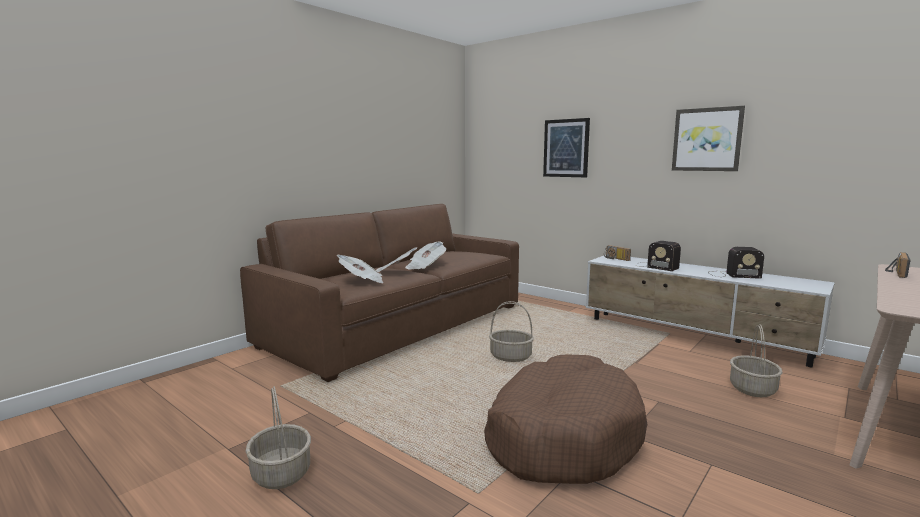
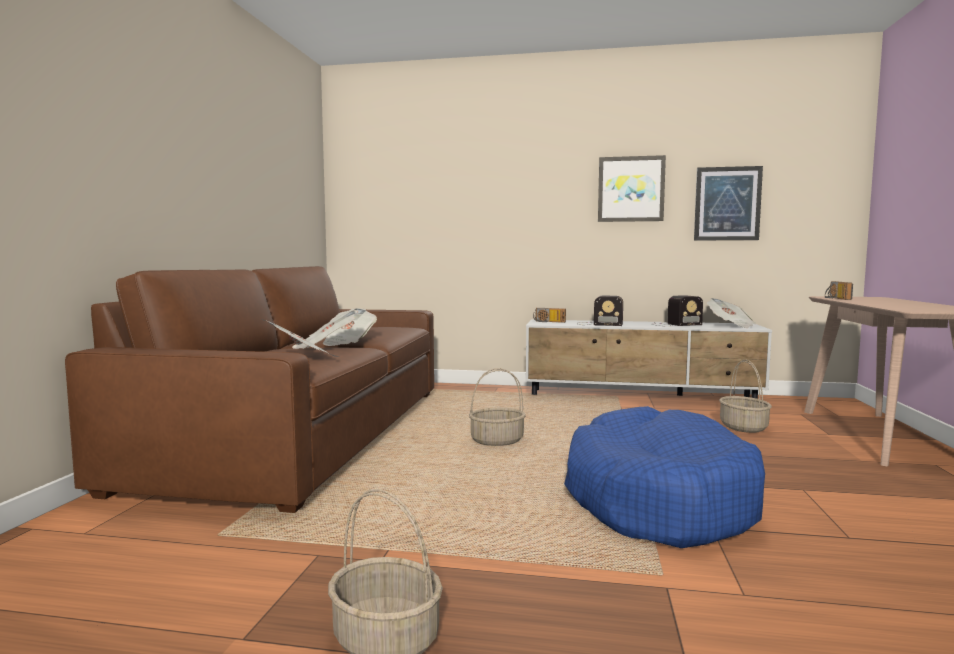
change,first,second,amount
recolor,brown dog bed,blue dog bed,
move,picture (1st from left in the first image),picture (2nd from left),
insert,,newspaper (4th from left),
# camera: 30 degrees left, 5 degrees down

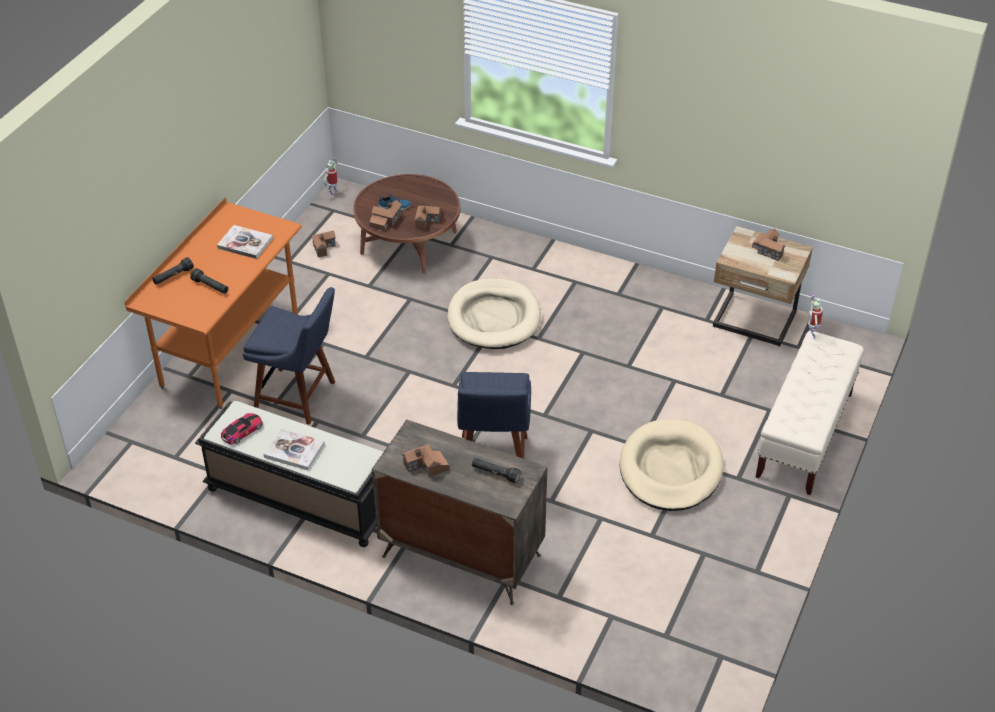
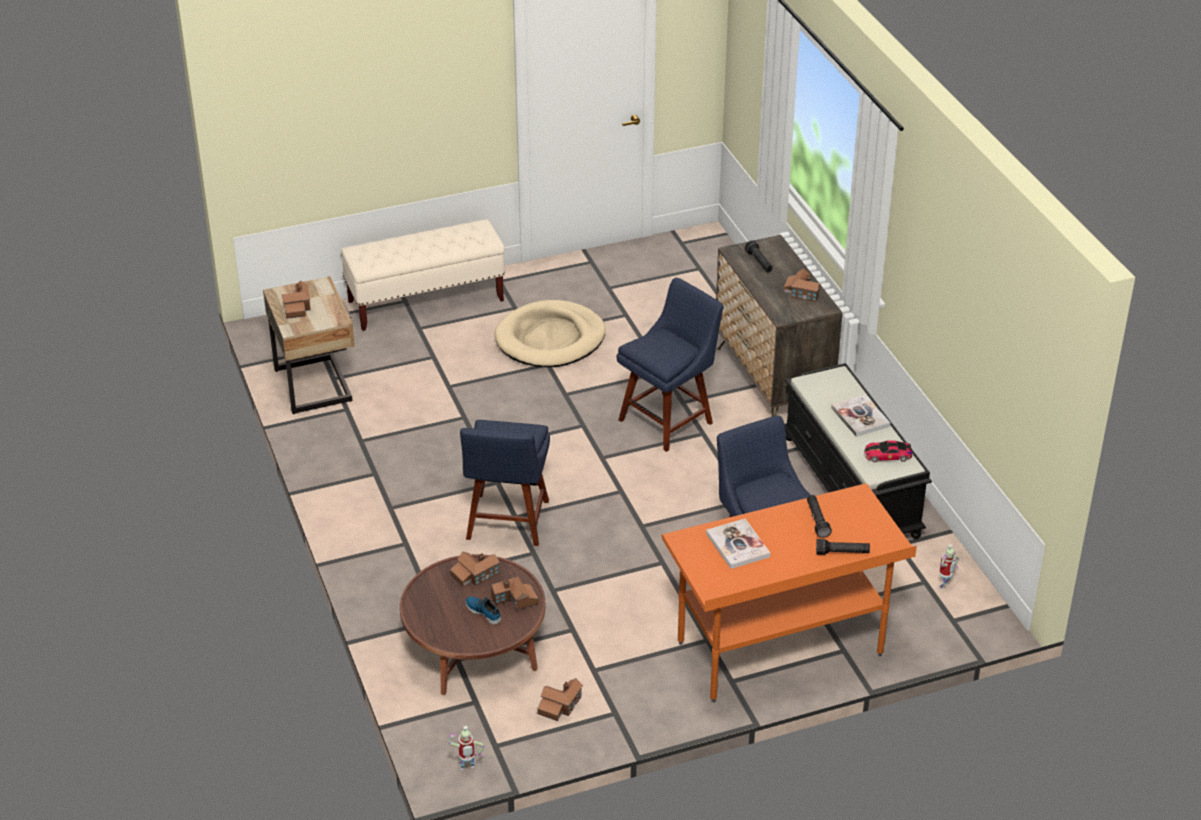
change,first,second,amount
replace,beige dog bed (1st from left),blue chair (1st from left),
move,toy robot (2nd from left),,
# camera: 135 degrees left, 5 degrees down

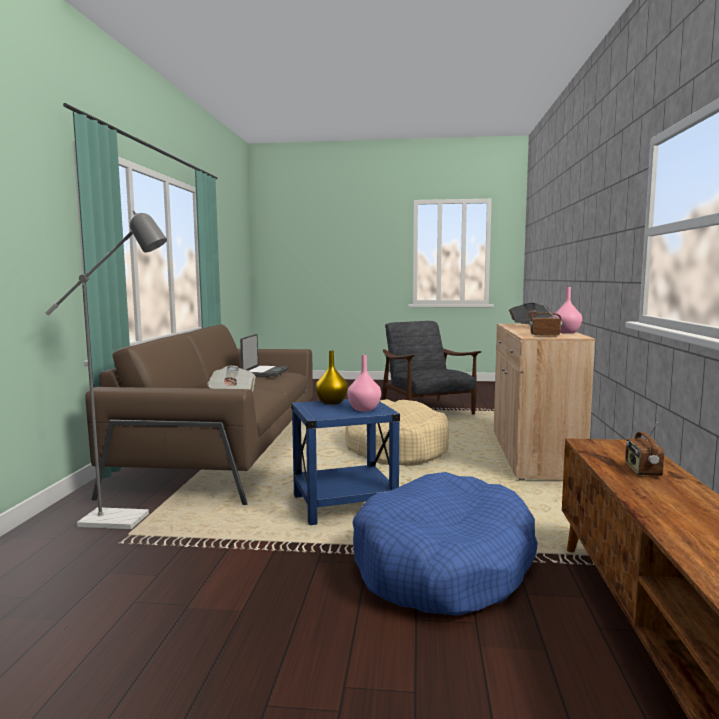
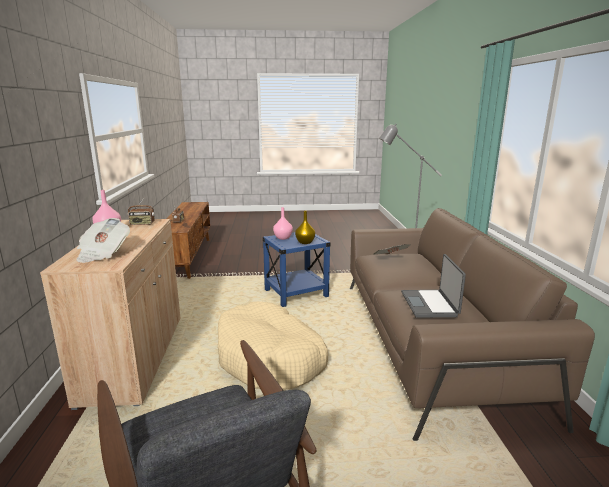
change,first,second,amount
delete,blue dog bed,,
# camera: 170 degrees right, 10 degrees up

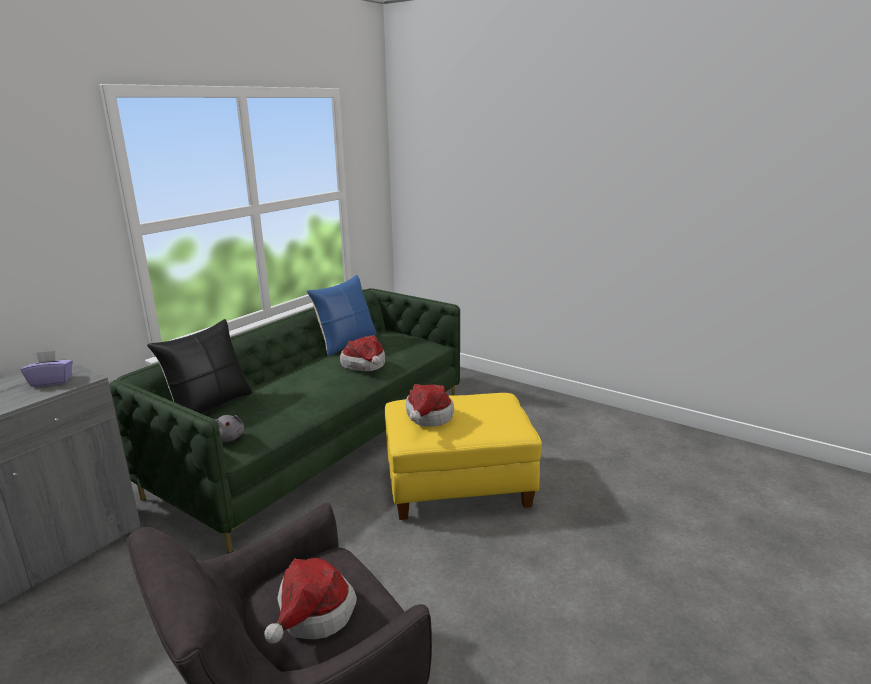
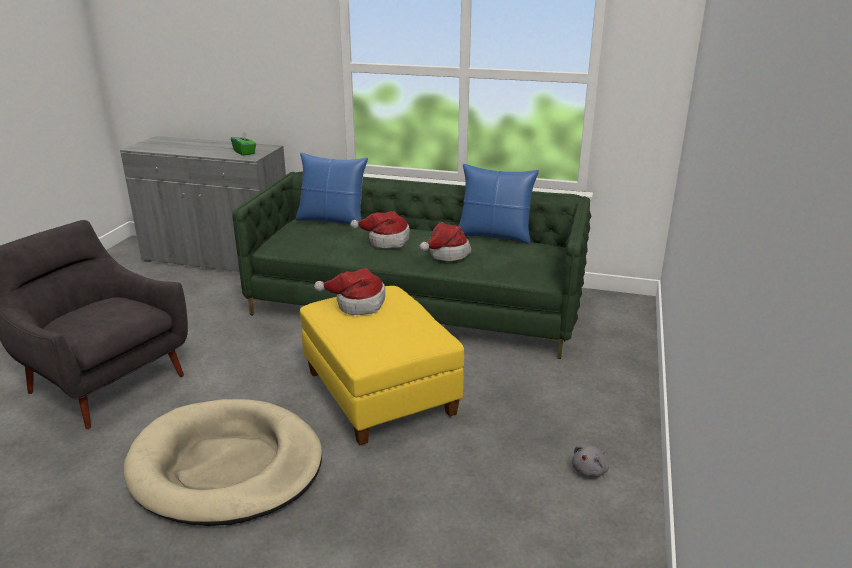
change,first,second,amount
insert,,beige dog bed,
recolor,purple tissue box,green tissue box,
recolor,black pillow,blue pillow (1st from left),
move,hat (1st from left in the first image),hat (2nd from left),
move,grey plush toy,,
# camera: 70 degrees right, 5 degrees up

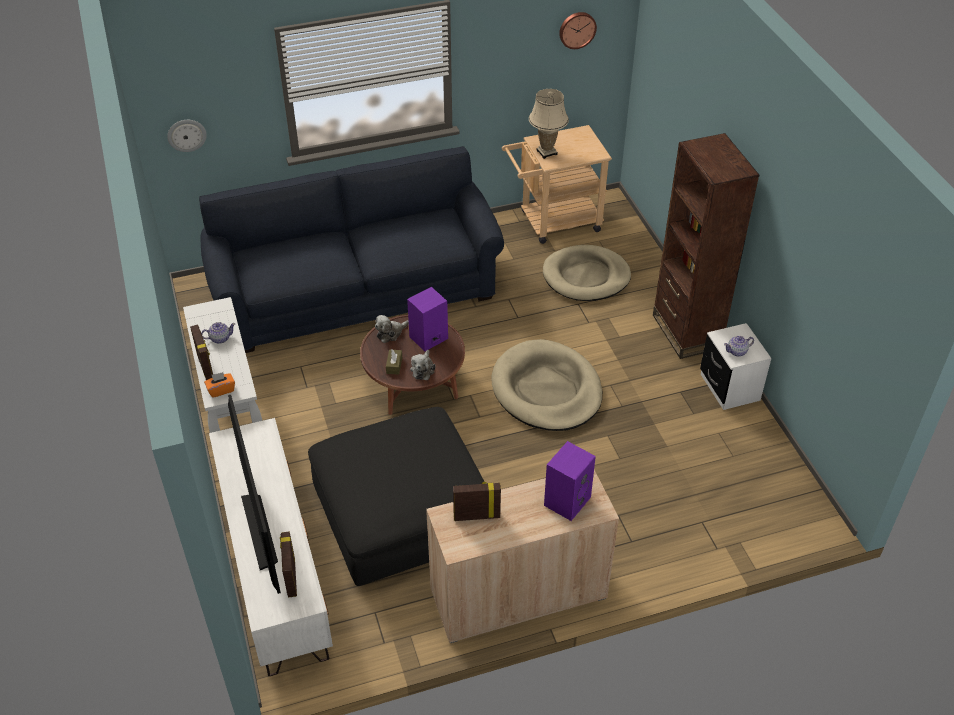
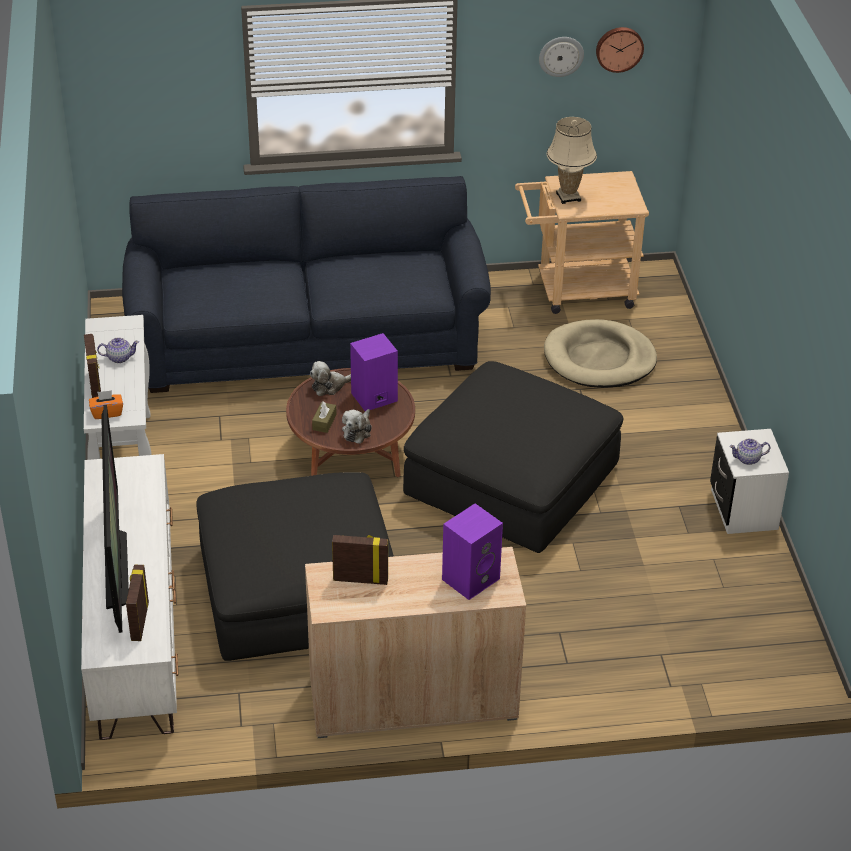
change,first,second,amount
replace,beige dog bed (1st from left),black ottoman (2nd from left),
move,wall clock (1st from left),,
delete,brown bookcase,,
# camera: 10 degrees right, 5 degrees down

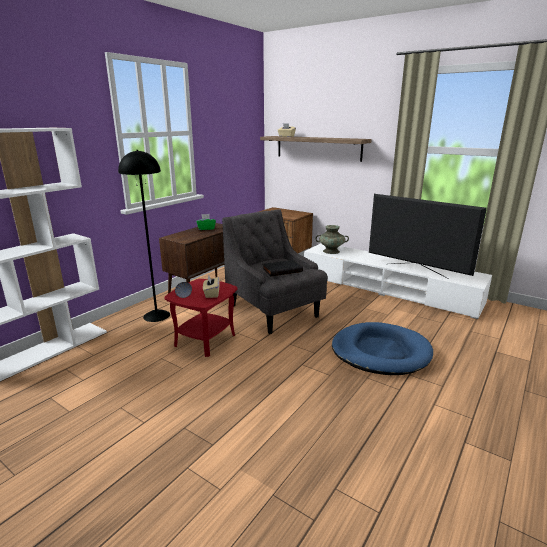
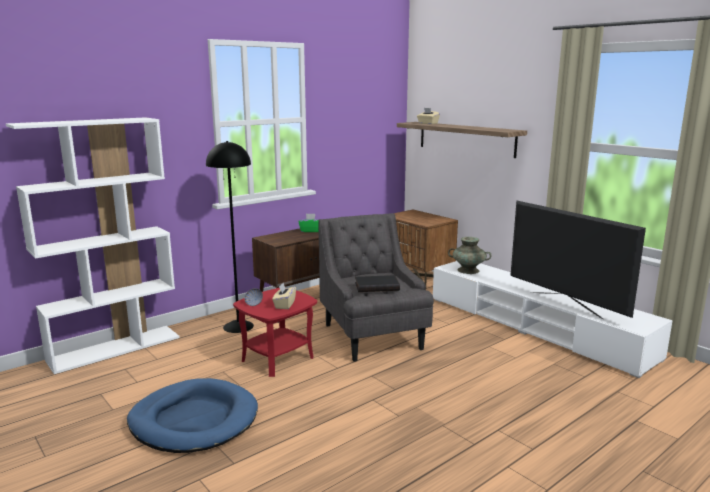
change,first,second,amount
move,blue dog bed,,
# camera: 15 degrees right, 5 degrees down

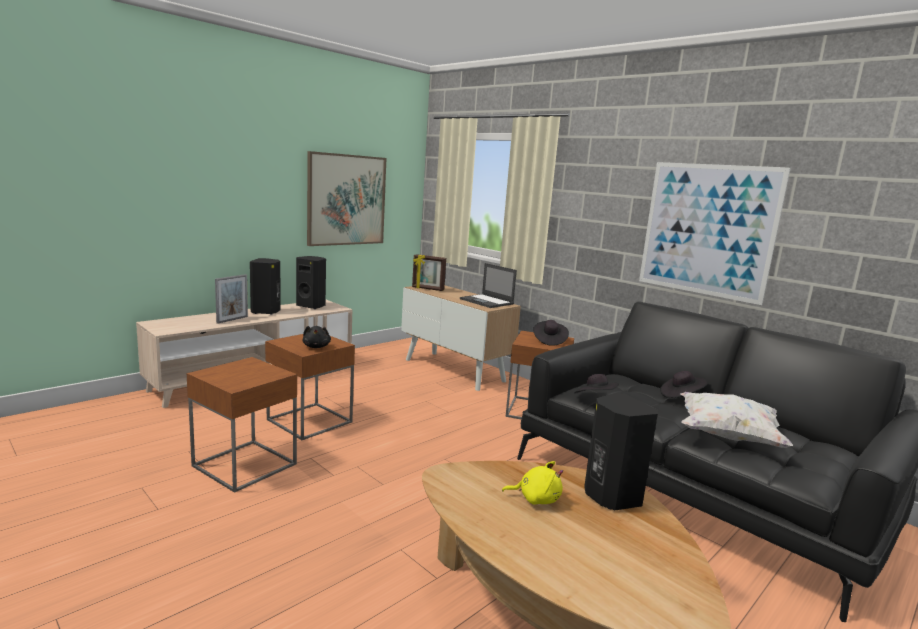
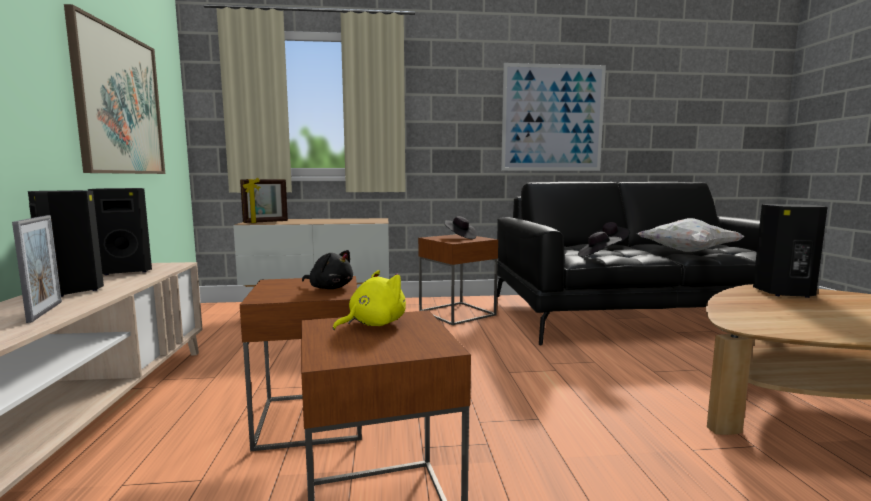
change,first,second,amount
move,yellow plush toy,,
delete,laptop,,
# camera: 50 degrees left, 5 degrees down

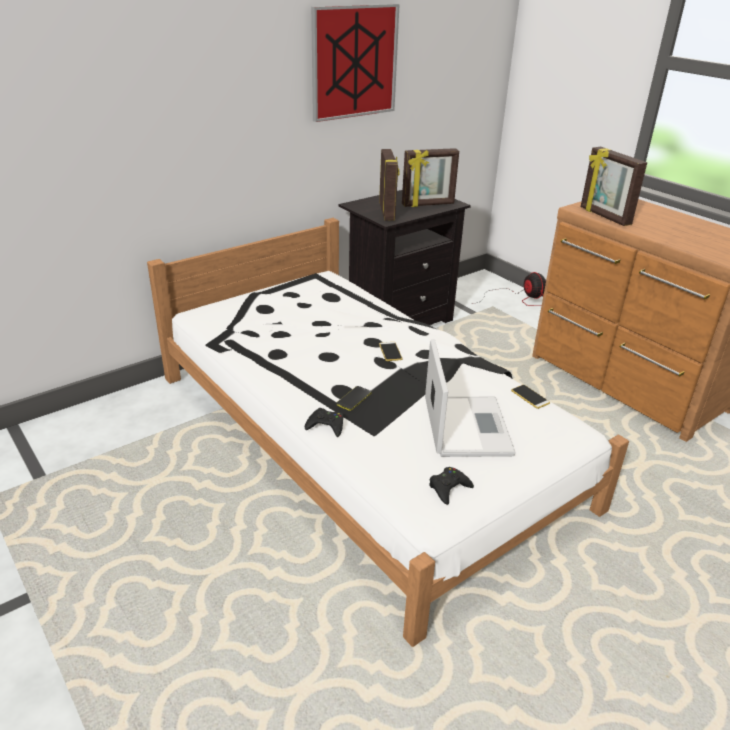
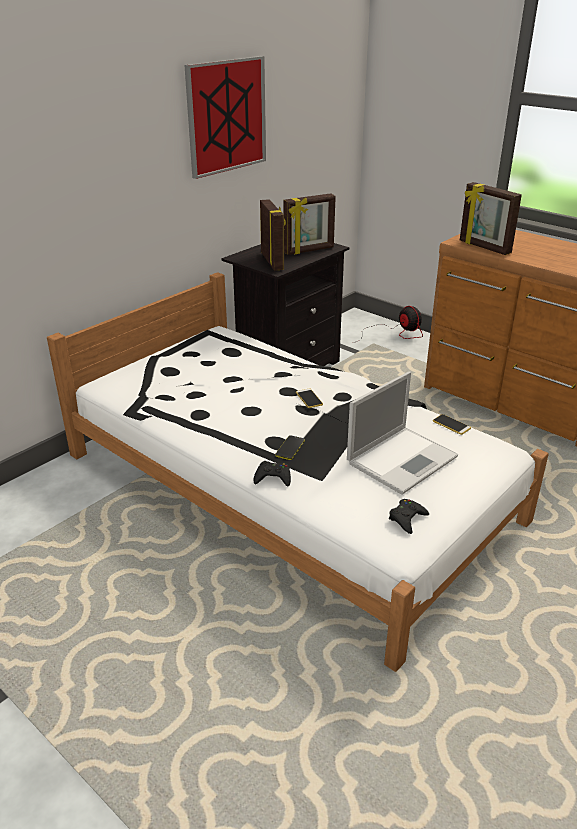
change,first,second,amount
rotate,laptop,,60 degrees clockwise
# camera: 10 degrees left, 0 degrees up

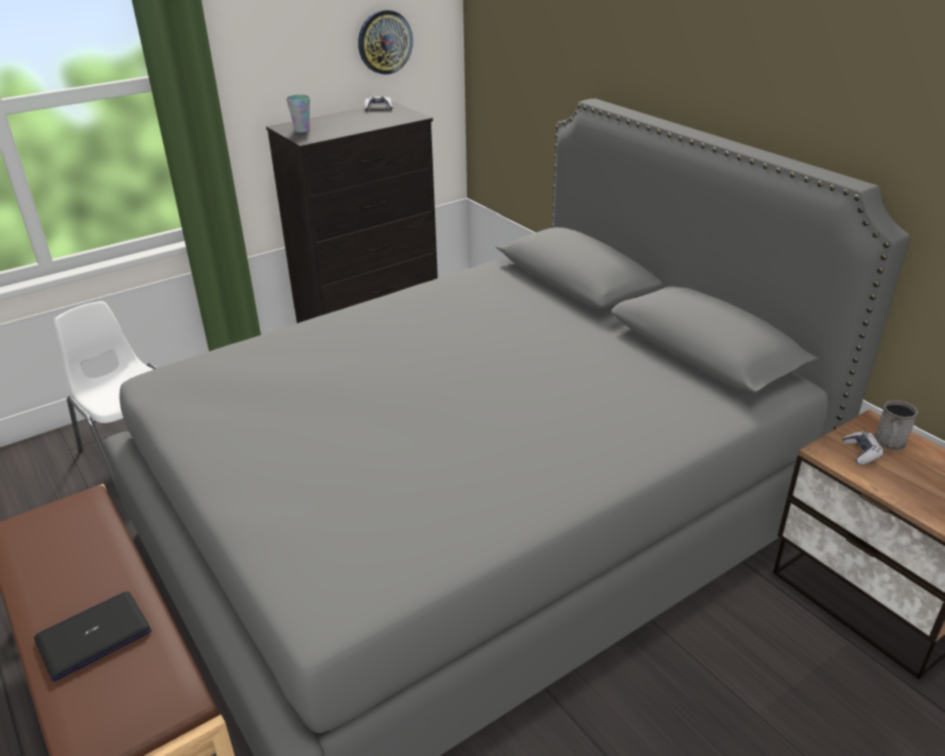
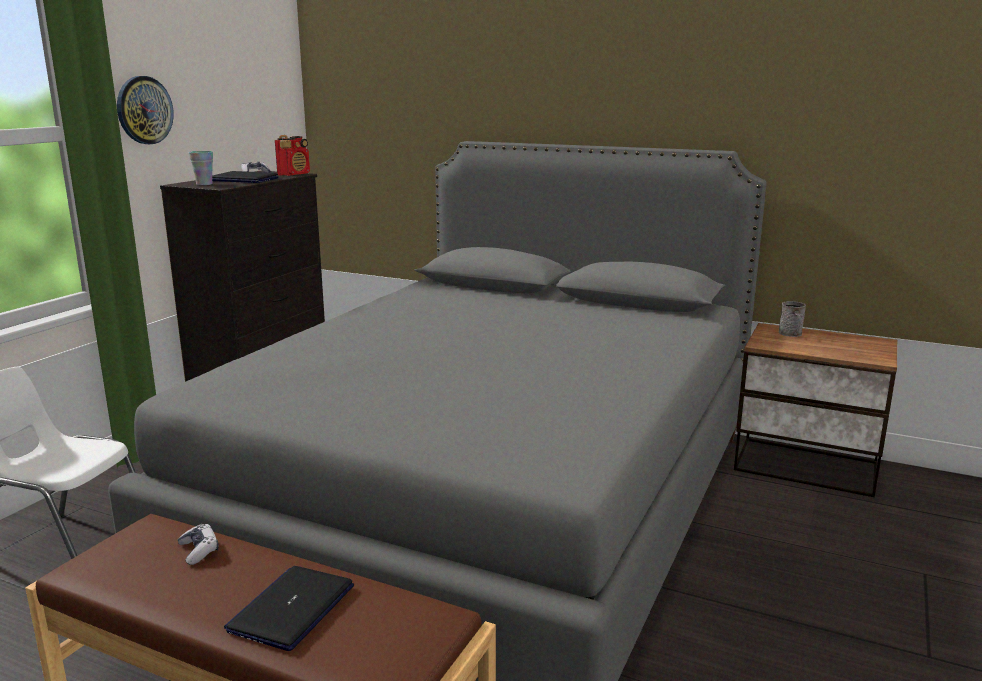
change,first,second,amount
move,wall clock,,
move,game controller (2nd from left in the first image),game controller (1st from left),
insert,,laptop (1st from left),
insert,,radio,
# camera: 30 degrees left, 15 degrees down

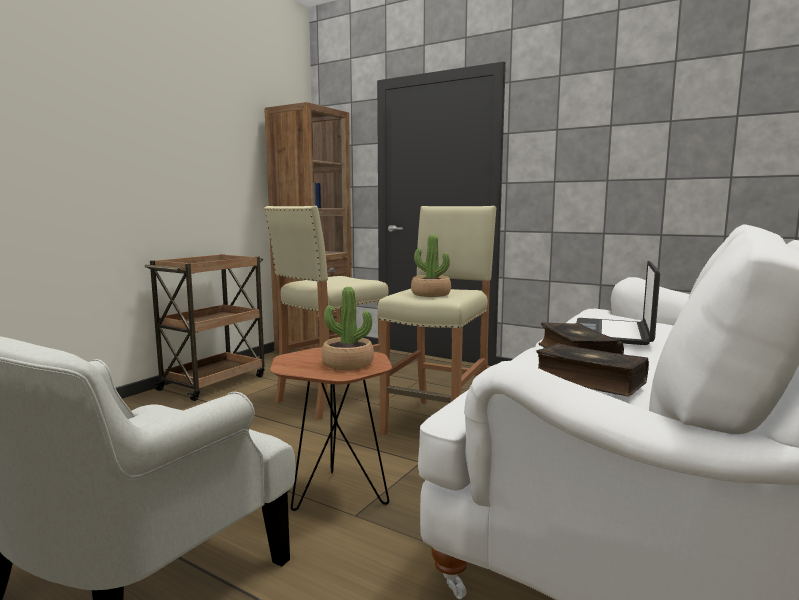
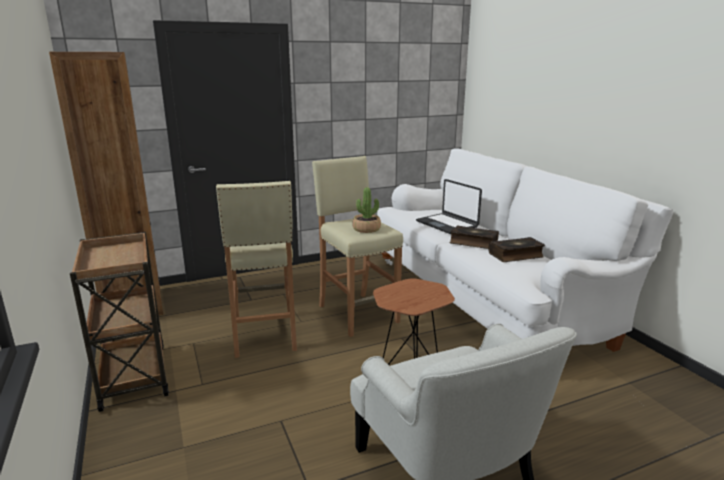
change,first,second,amount
delete,potted plant (1st from left),,
# camera: 55 degrees left, 10 degrees up

